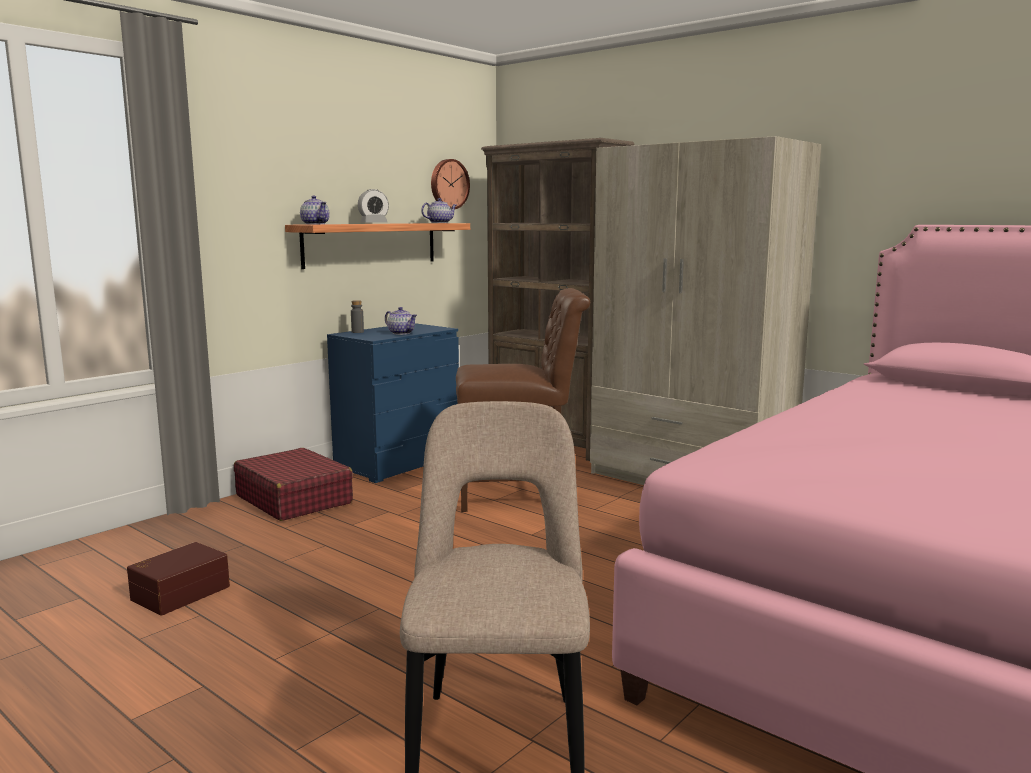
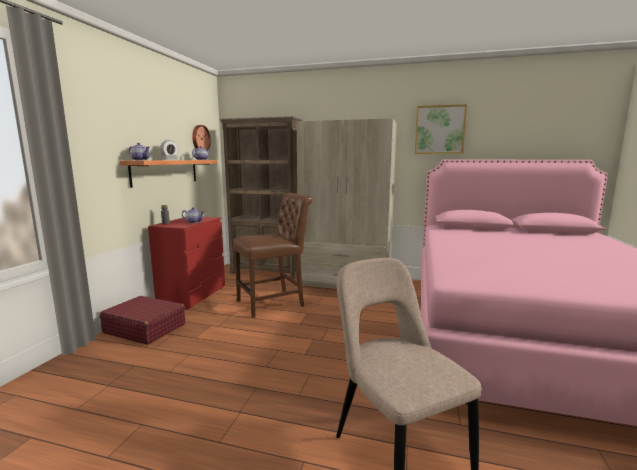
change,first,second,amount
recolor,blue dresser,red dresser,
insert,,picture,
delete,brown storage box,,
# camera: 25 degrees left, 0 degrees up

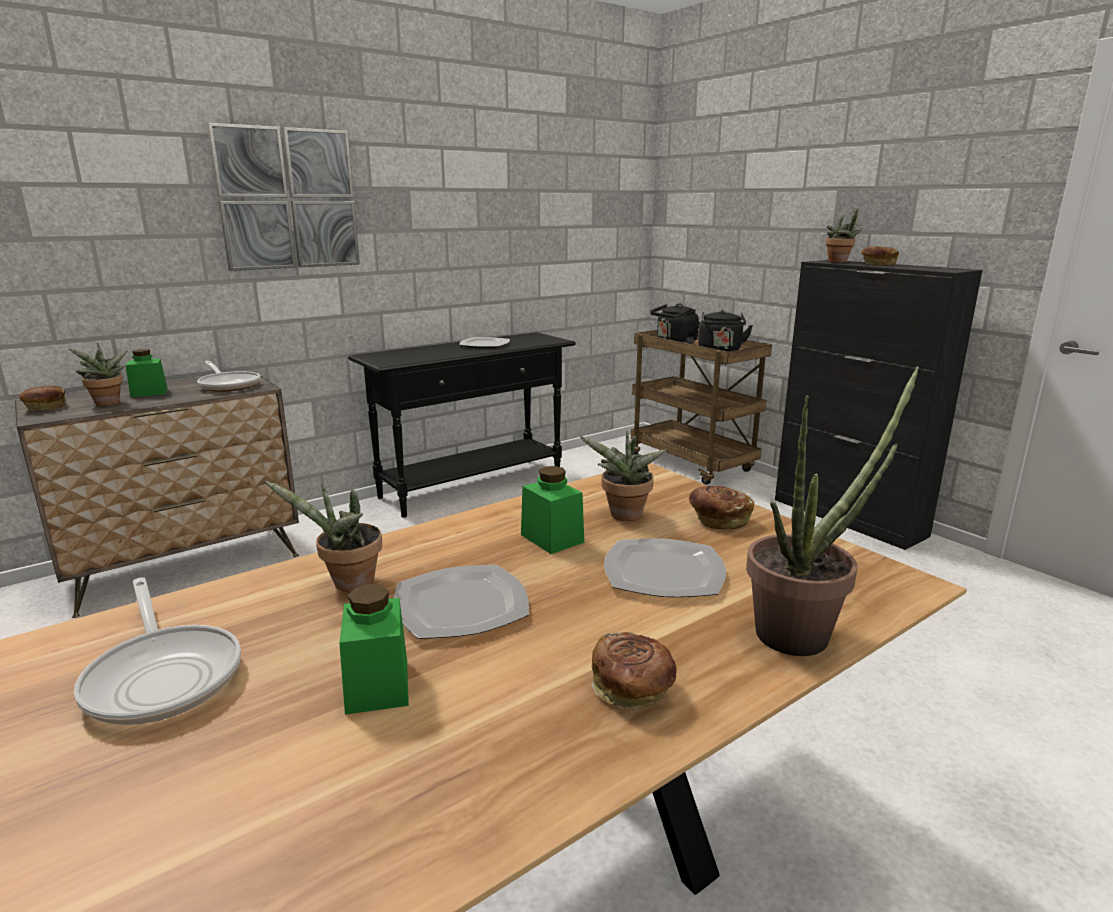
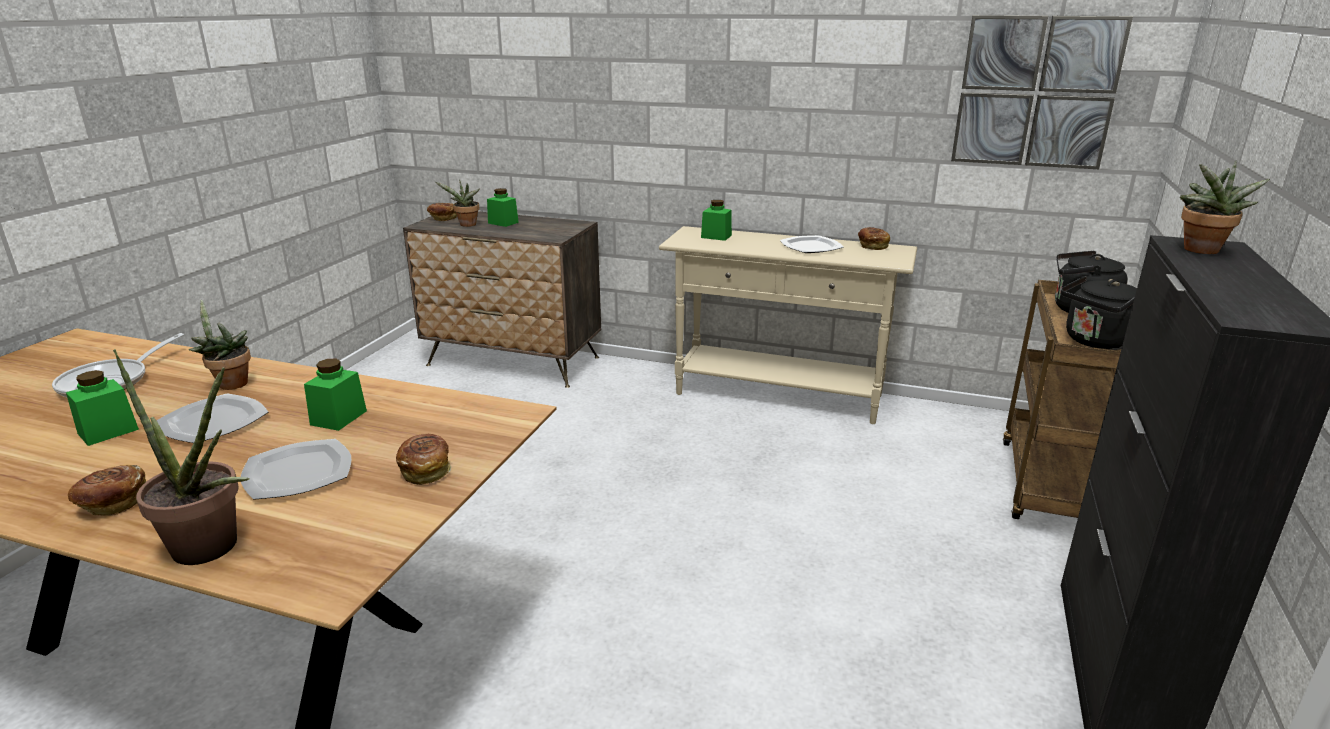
change,first,second,amount
recolor,black console table,beige console table,
insert,,green jar (4th from left),
move,bread (4th from left),,
move,picture,,
delete,frying pan (2nd from left),,
delete,potted plant (3rd from left),,
# camera: 55 degrees right, 5 degrees up

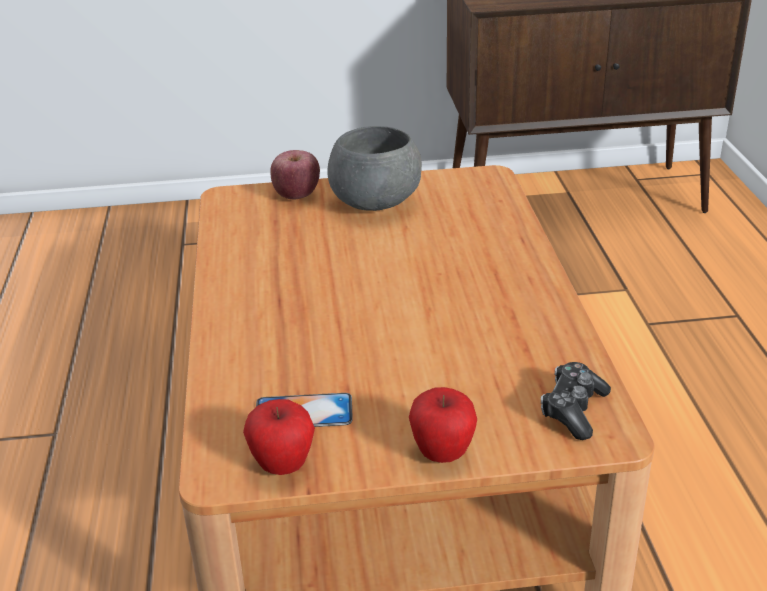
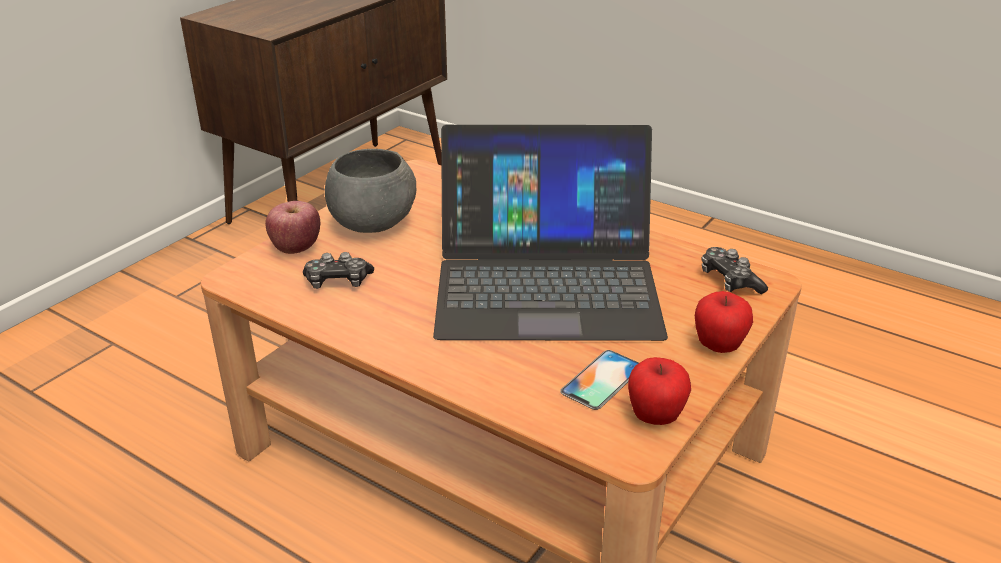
change,first,second,amount
insert,,game controller (1st from left),
insert,,laptop,
# camera: 50 degrees left, 0 degrees up

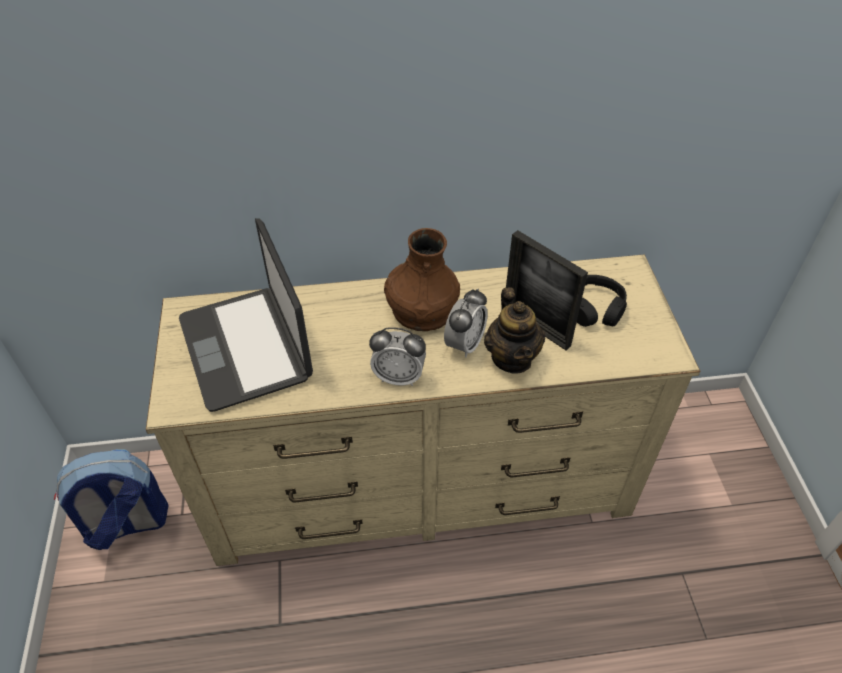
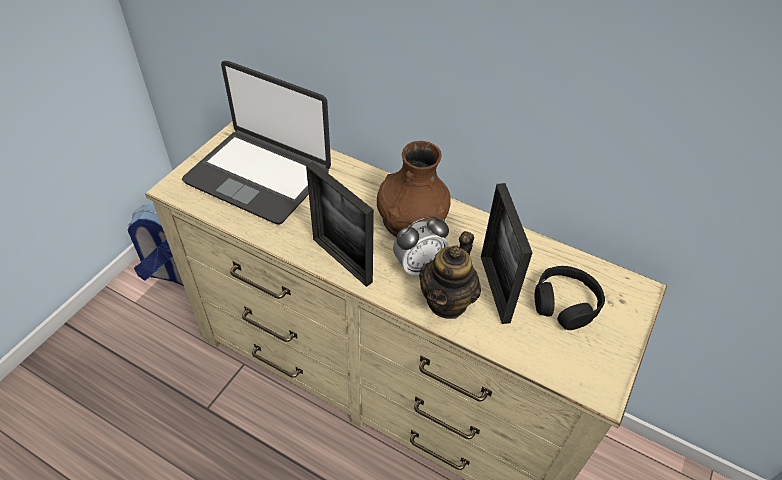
change,first,second,amount
rotate,laptop,,75 degrees counterclockwise
replace,alarm clock (1st from left),picture frame (1st from left),
# camera: 35 degrees right, 0 degrees up

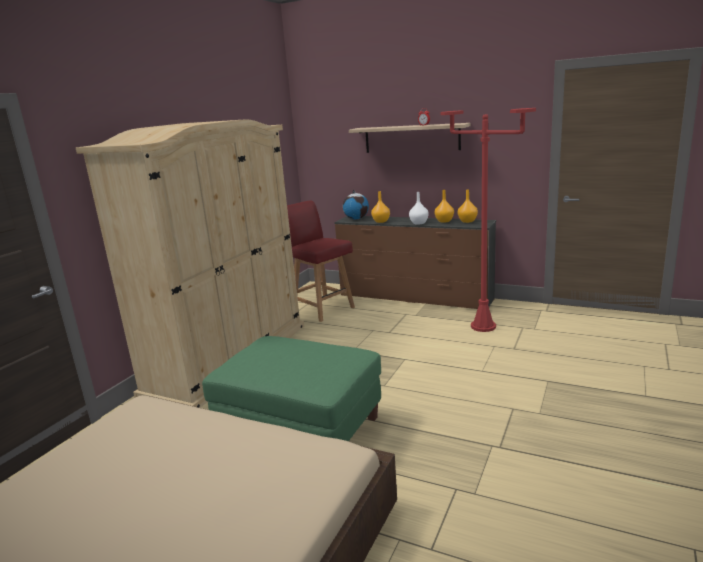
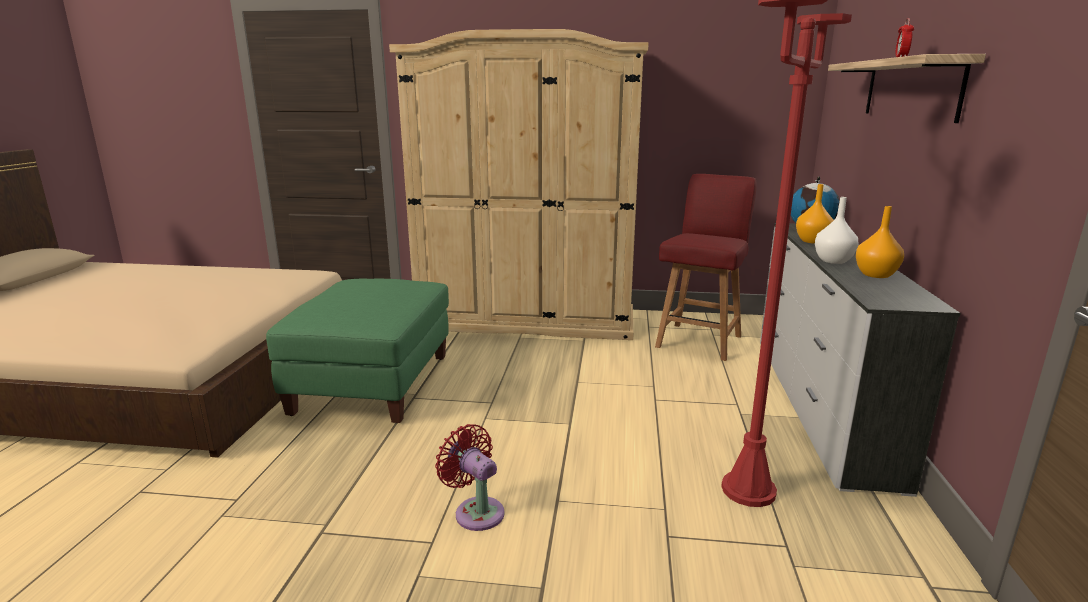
change,first,second,amount
insert,,red fan,
recolor,brown dresser,white dresser,
delete,orange vase (3rd from left),,
# camera: 70 degrees right, 0 degrees up

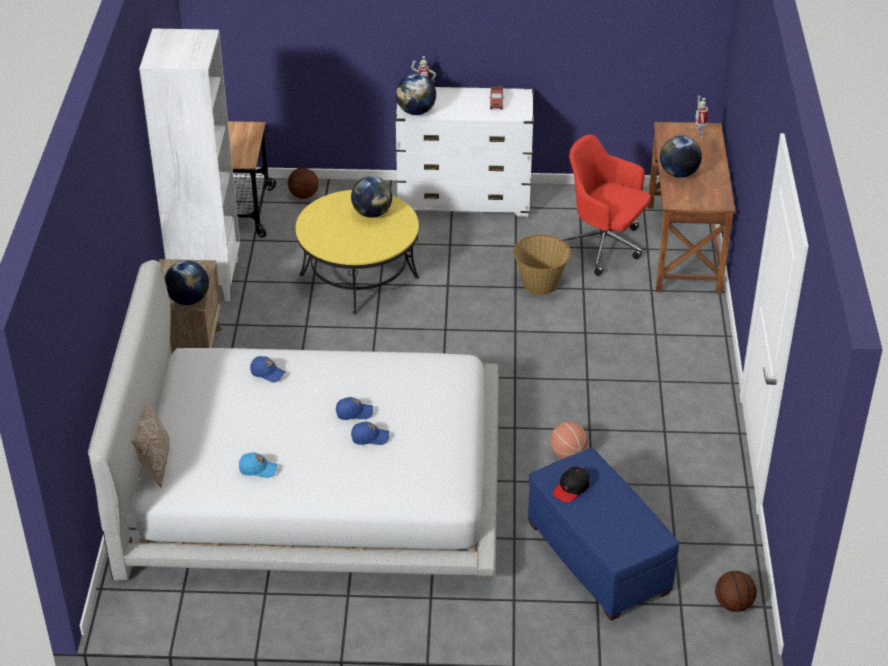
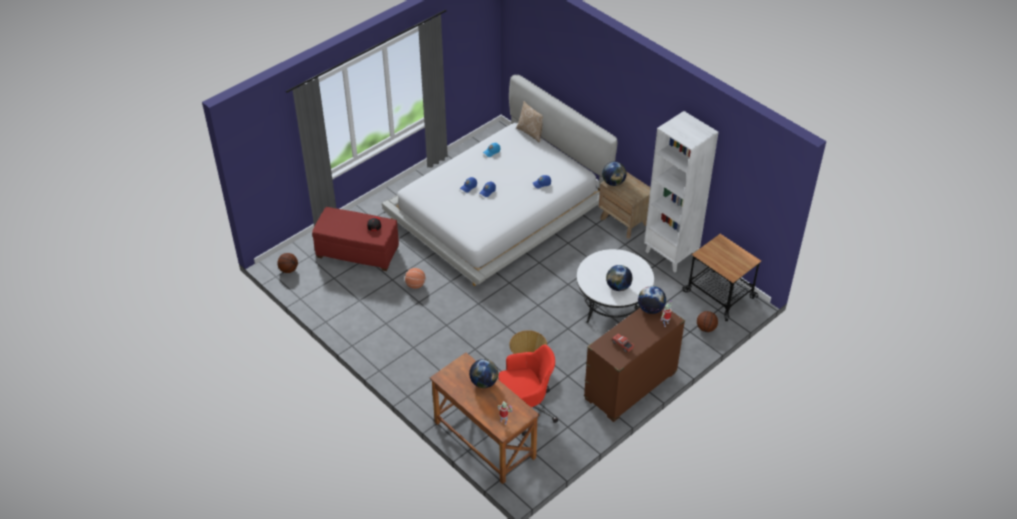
change,first,second,amount
recolor,blue ottoman,red ottoman,
recolor,yellow coffee table,white coffee table,
recolor,white dresser,brown dresser,
# camera: 135 degrees right, 5 degrees up

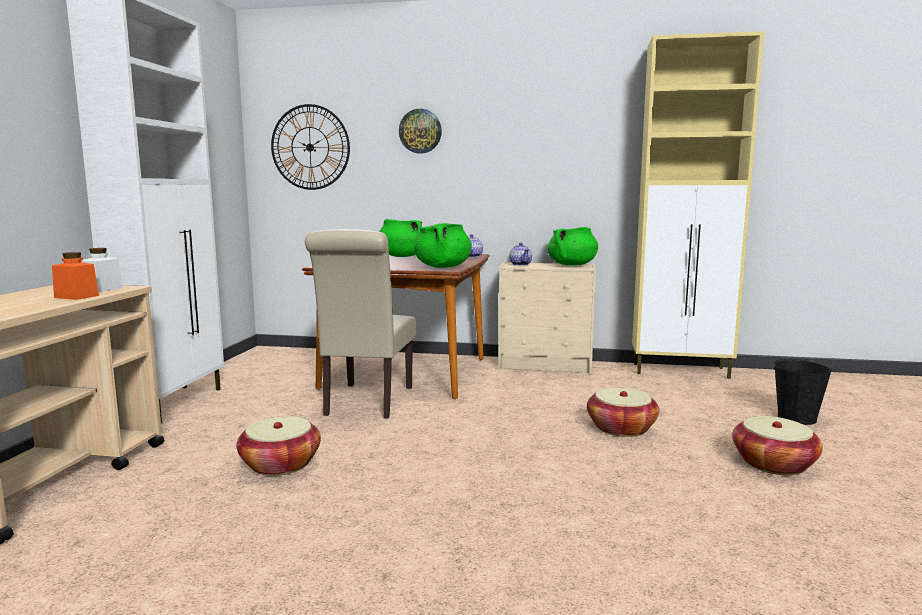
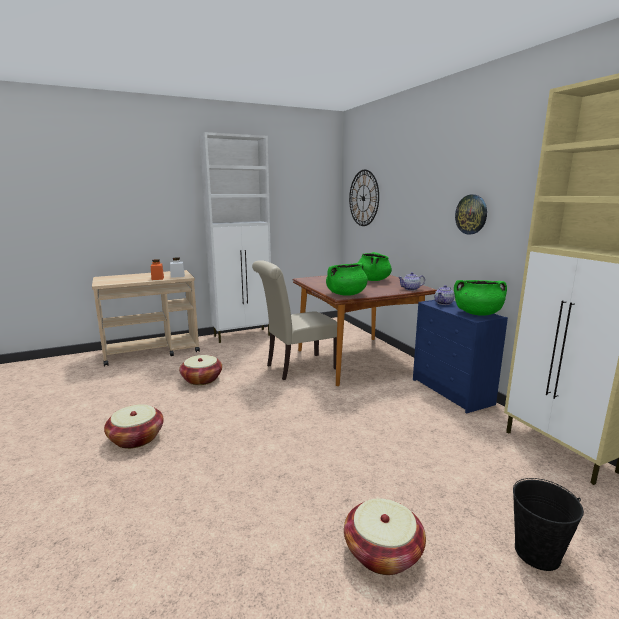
change,first,second,amount
move,basket (2nd from left in the first image),basket (1st from left),
recolor,beige dresser,blue dresser,
move,wall clock (2nd from left),,
# camera: 55 degrees right, 5 degrees up

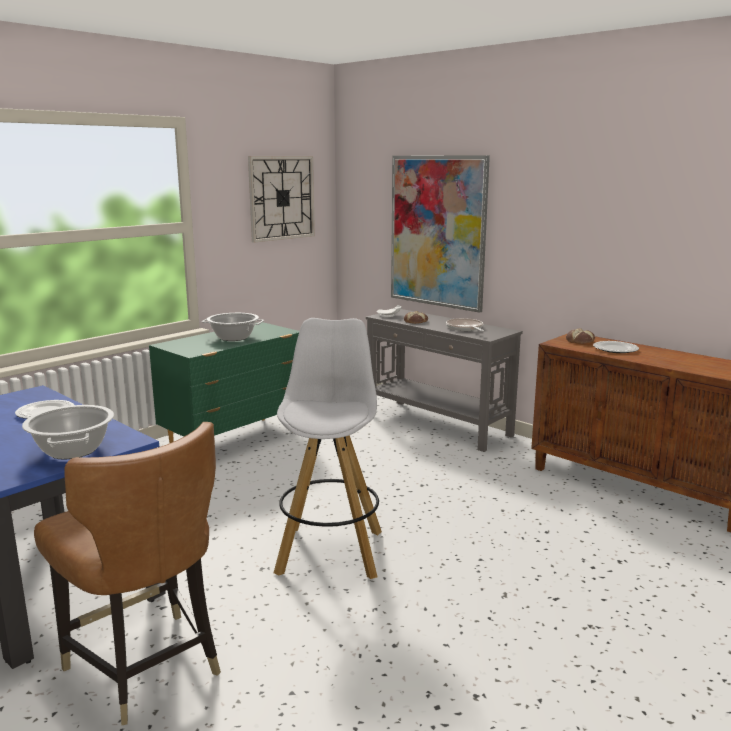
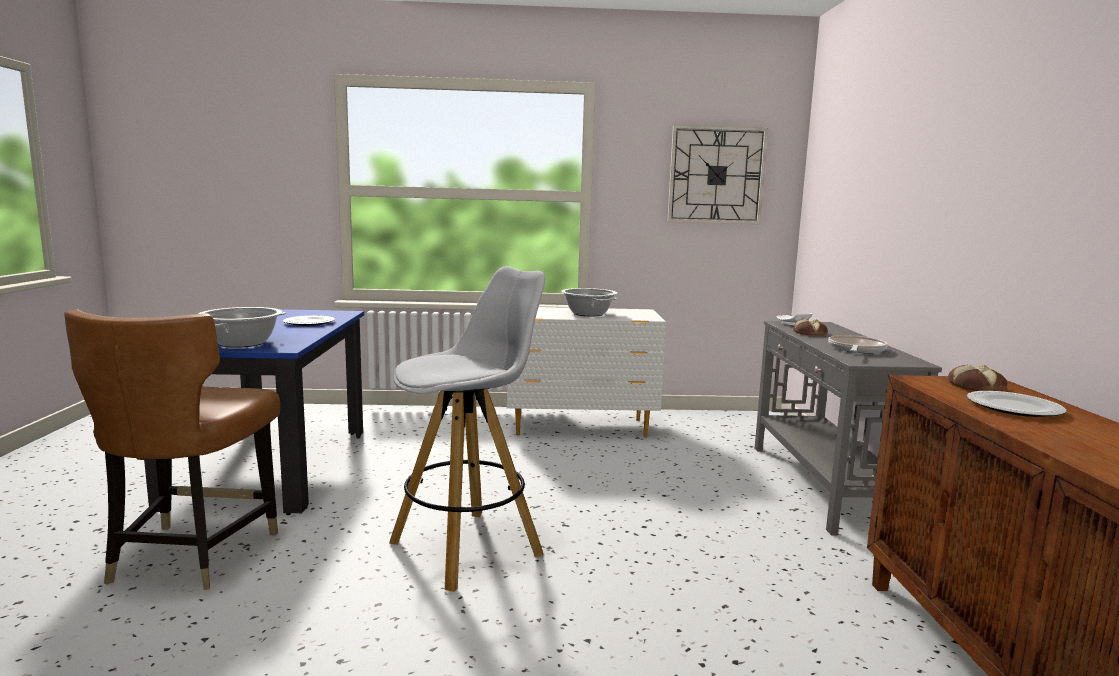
change,first,second,amount
recolor,green dresser,white dresser,
delete,picture,,
# camera: 45 degrees right, 5 degrees down

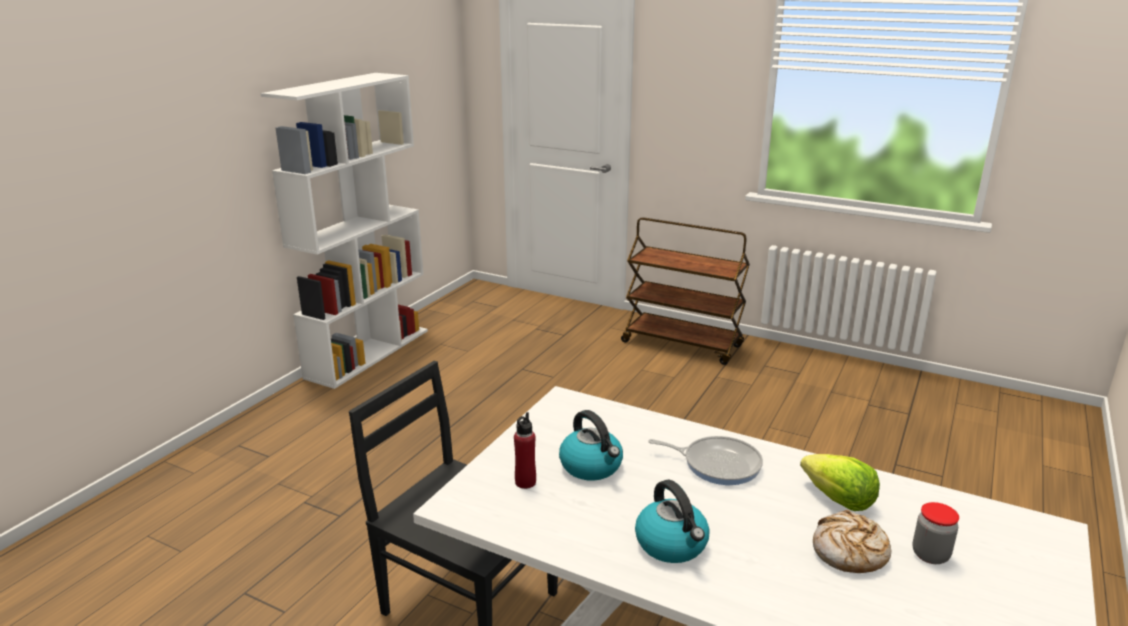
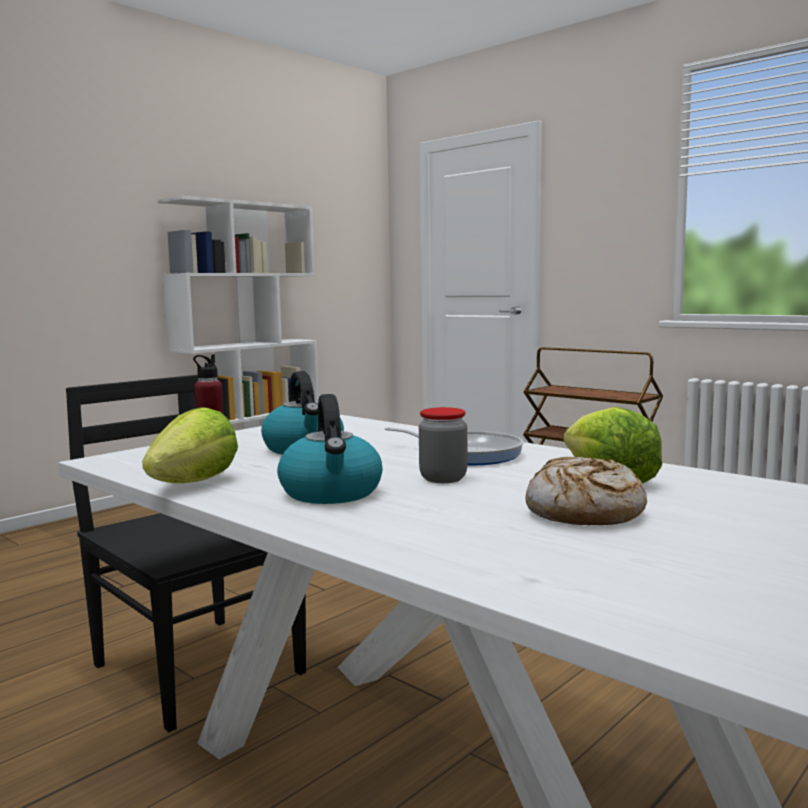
change,first,second,amount
insert,,lettuce (1st from left),
move,jar,,
# camera: 15 degrees right, 15 degrees down

